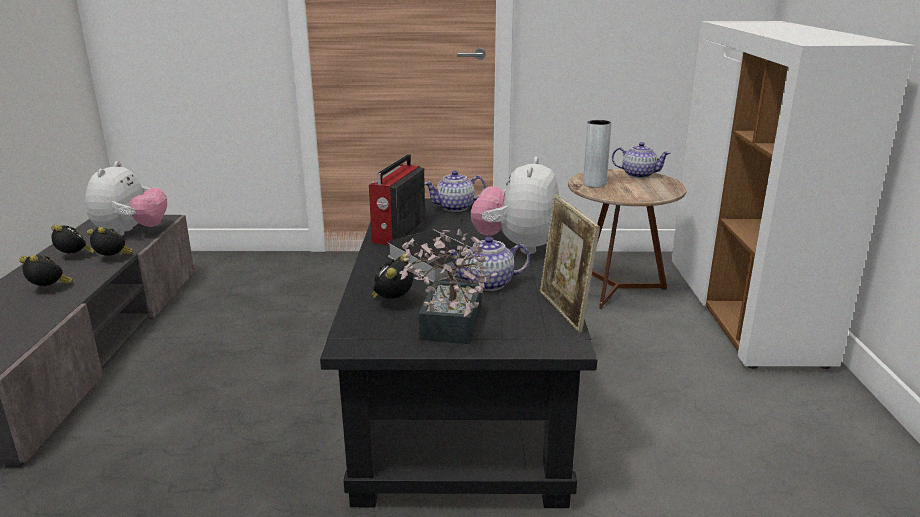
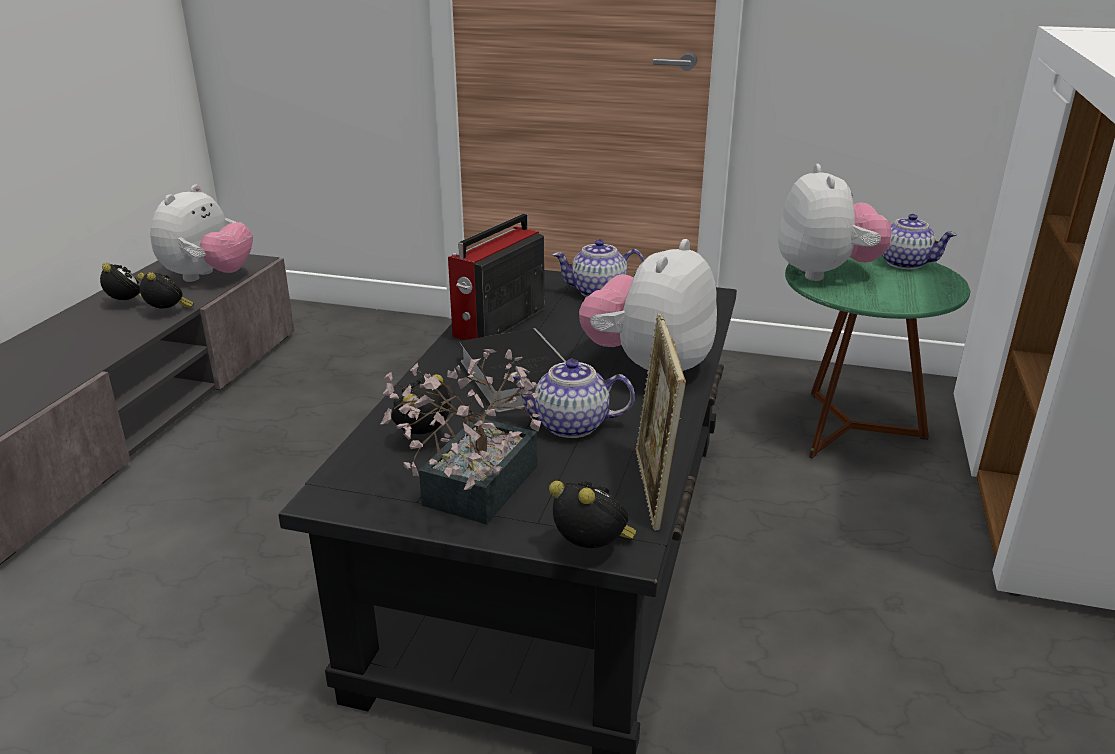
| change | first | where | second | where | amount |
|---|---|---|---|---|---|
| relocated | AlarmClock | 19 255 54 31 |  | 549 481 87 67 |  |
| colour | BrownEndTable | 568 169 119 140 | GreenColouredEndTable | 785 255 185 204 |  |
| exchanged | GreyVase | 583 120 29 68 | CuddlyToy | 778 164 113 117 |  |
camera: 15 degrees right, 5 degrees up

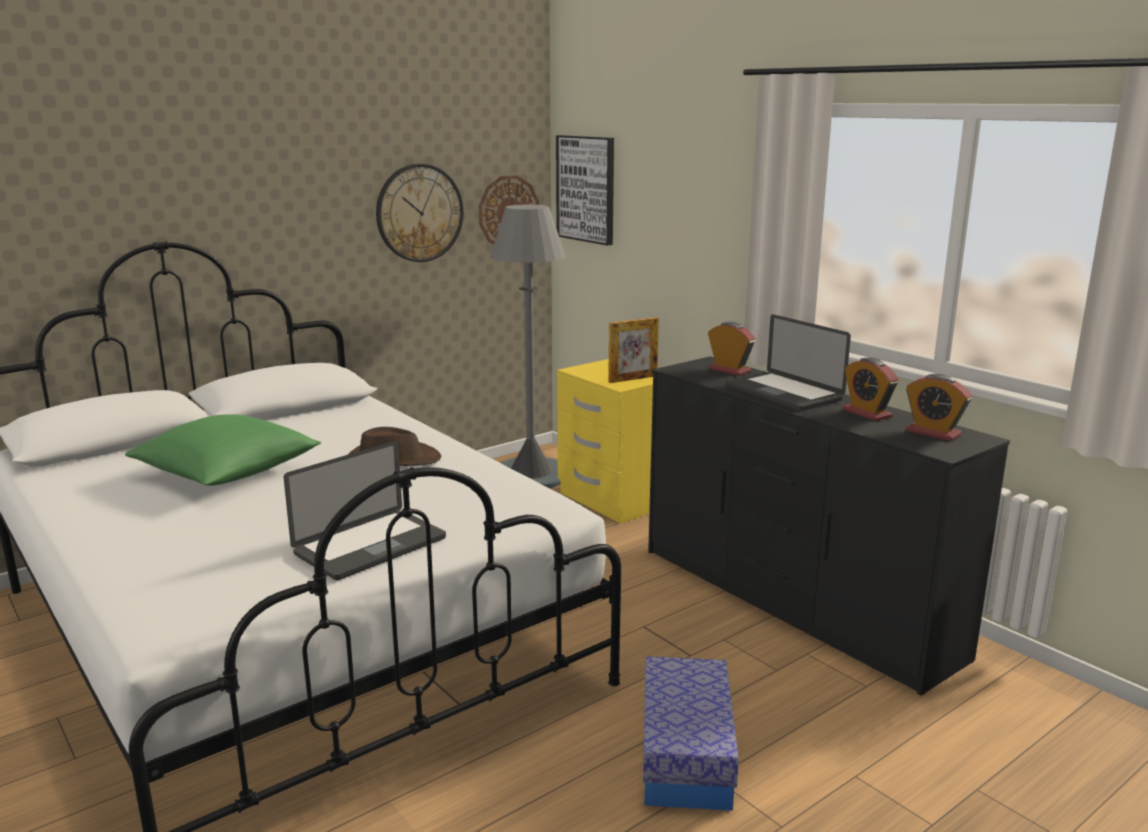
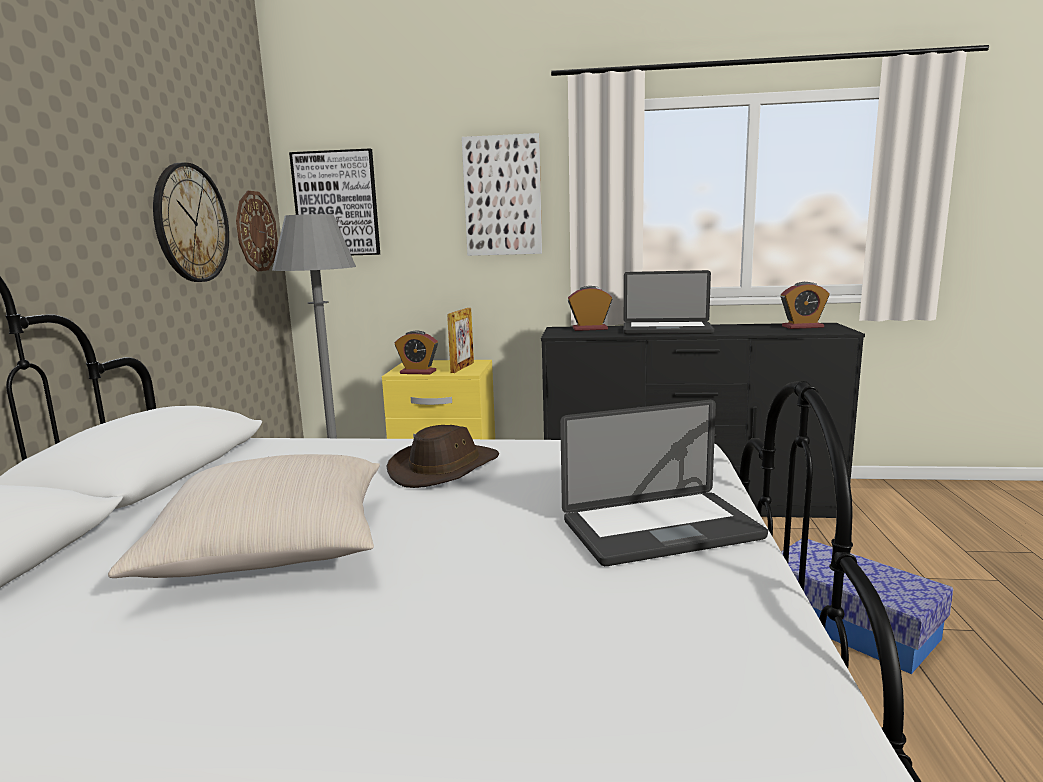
| change | first | where | second | where | amount |
|---|---|---|---|---|---|
| colour | GreenColouredThrowPillow | 125 414 196 72 | BeigeThrowPillow | 108 454 272 124 |  |
| spun | Laptop | 284 441 162 140 |  | 560 400 208 166 | 75 degrees clockwise |
| relocated | AlarmClock | 843 357 56 64 |  | 395 330 43 44 |  |
| appeared |  |  | Picture | 462 133 80 123 |  |
camera: 45 degrees left, 5 degrees down

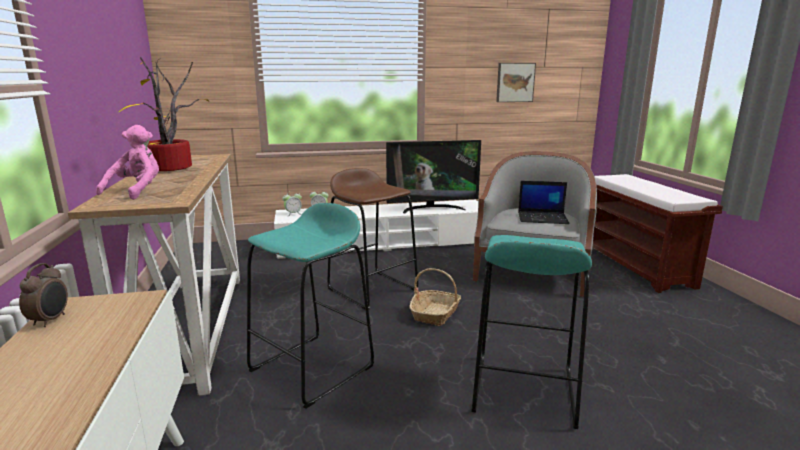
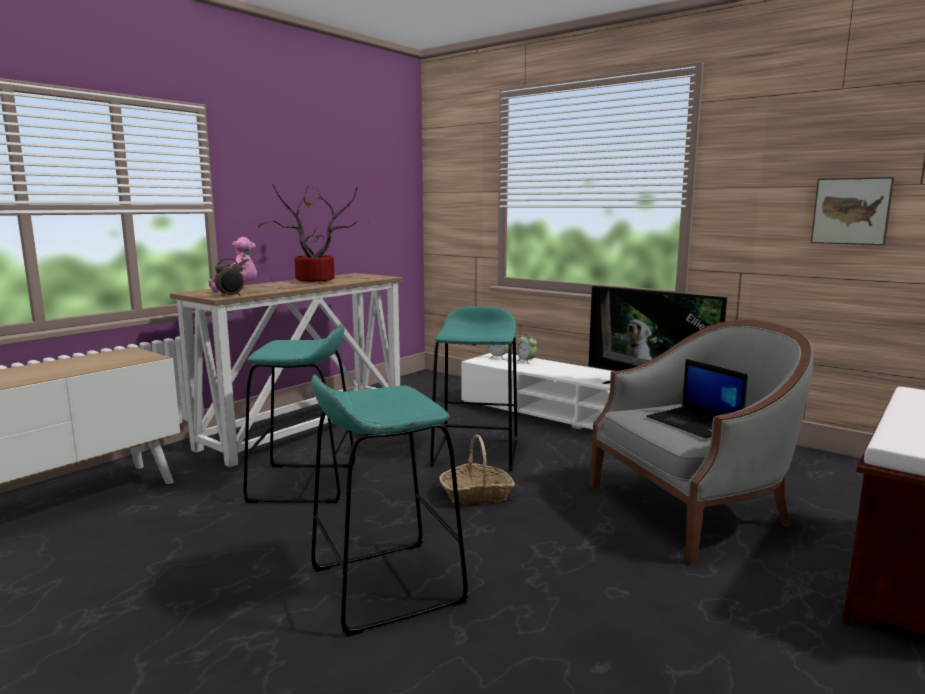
| change | first | where | second | where | amount |
|---|---|---|---|---|---|
| relocated | AlarmClock | 19 263 49 64 |  | 215 258 29 39 |  |
| colour | BrownStoolSeat | 327 168 92 141 | TurquoiseStoolSeat | 430 306 88 165 |  |
camera: 50 degrees right, 5 degrees down

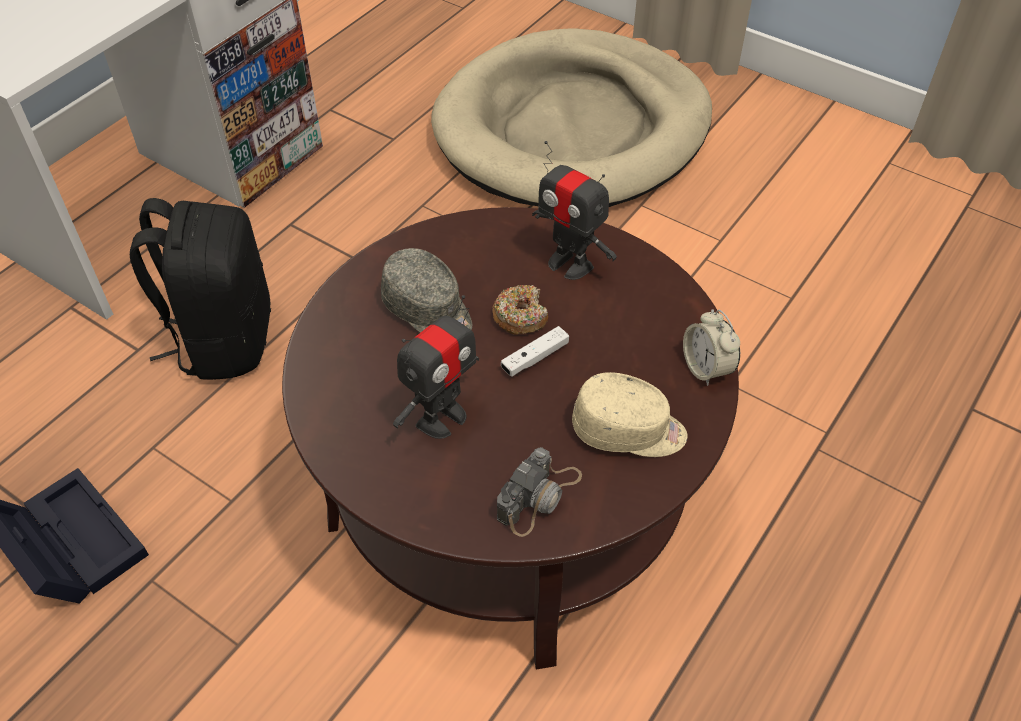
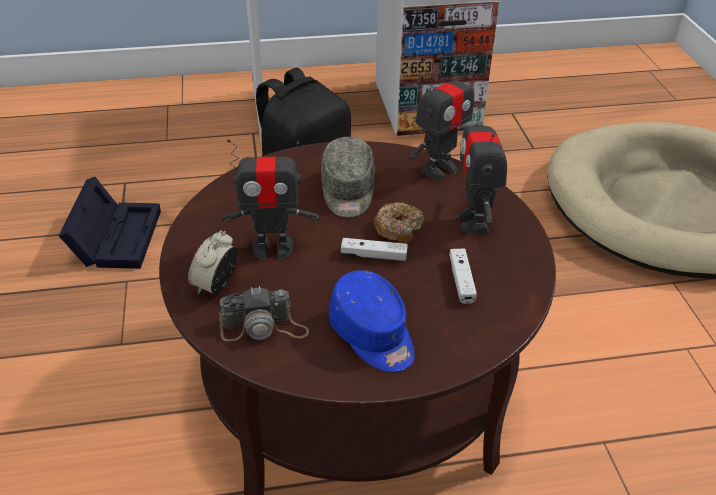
| change | first | where | second | where | amount |
|---|---|---|---|---|---|
| colour | BeigeBaseballCap | 572 372 116 85 | BlueBaseballCap | 329 270 86 102 |  |
| relocated | AlarmClock | 683 310 57 76 |  | 188 231 50 64 |  |
| appeared |  |  | ModelRobot | 409 61 65 119 |  |
| appeared |  |  | WhiteGameController | 449 249 28 55 |  |
camera: 45 degrees right, 10 degrees down

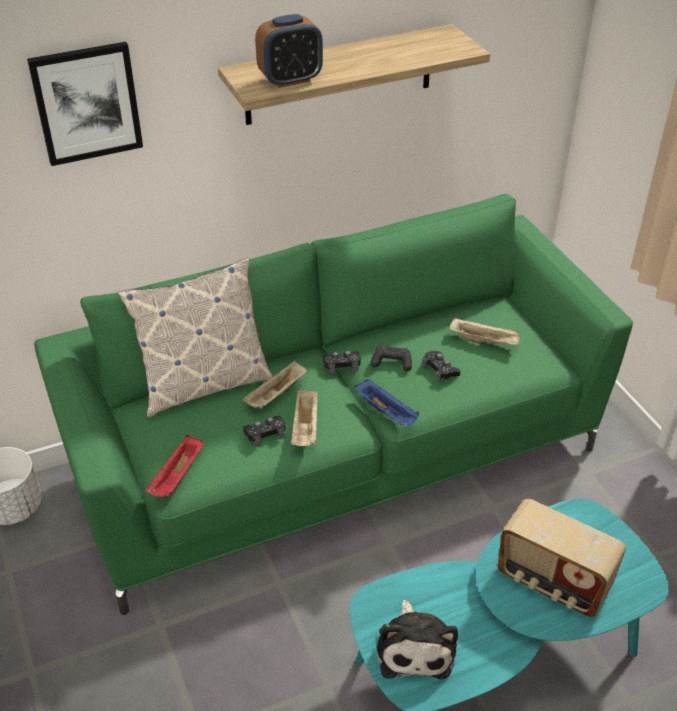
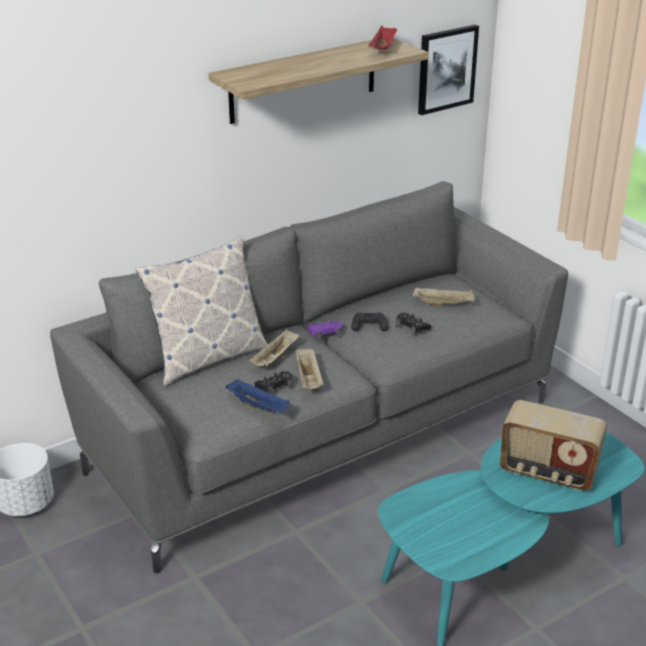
| change | first | where | second | where | amount |
|---|---|---|---|---|---|
| relocated | Picture | 27 42 116 124 |  | 418 25 61 90 |  |
| colour | GreenColouredCouch | 34 193 599 422 | GreyCouch | 50 181 518 392 |  |
| relocated | RedColouredTray | 145 435 59 62 |  | 368 26 29 24 |  |
| missing | AlarmClock | 255 14 68 74 |  |  |  |
| colour | BlackColouredGameController | 323 351 38 23 | PurplishGameController | 308 319 34 21 |  |
| relocated | BlueTray | 354 379 65 49 |  | 225 379 65 35 |  |
| missing | CuddlyToy | 377 600 81 79 |  |  |  |
camera: 10 degrees left, 10 degrees down

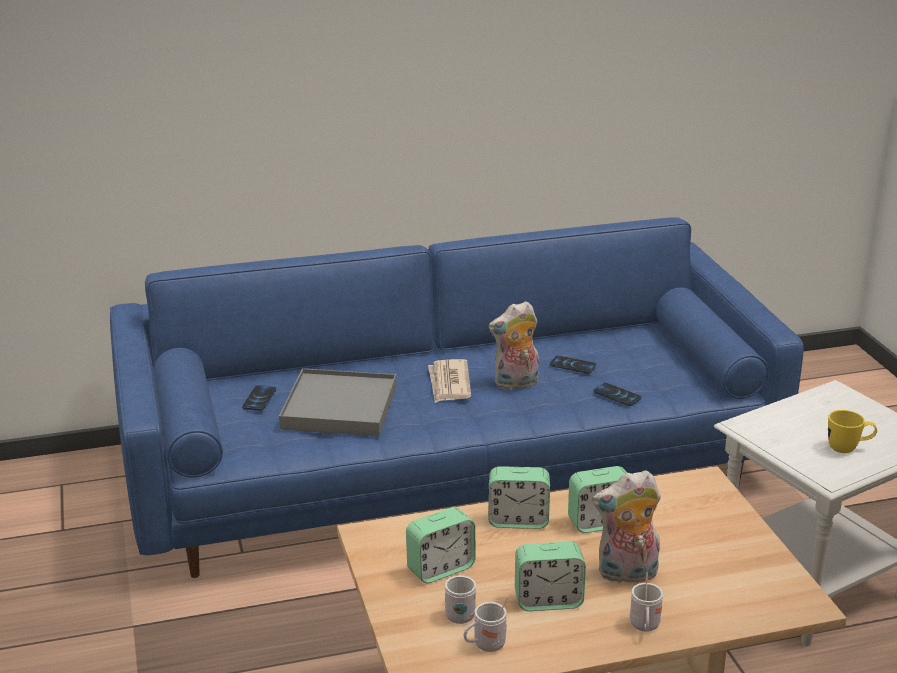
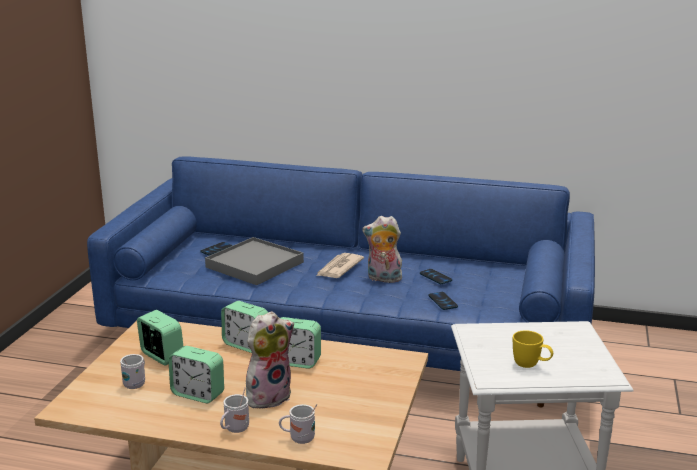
| change | first | where | second | where | amount |
|---|---|---|---|---|---|
| spun | AlarmClock | 406 507 70 76 |  | 137 310 46 55 | 135 degrees counterclockwise |
| relocated | WhiteMug | 464 598 44 54 |  | 279 404 38 40 |  |
| spun | CuddlyToy | 592 470 69 113 |  | 246 311 48 98 | 120 degrees clockwise |
camera: 30 degrees right, 5 degrees down

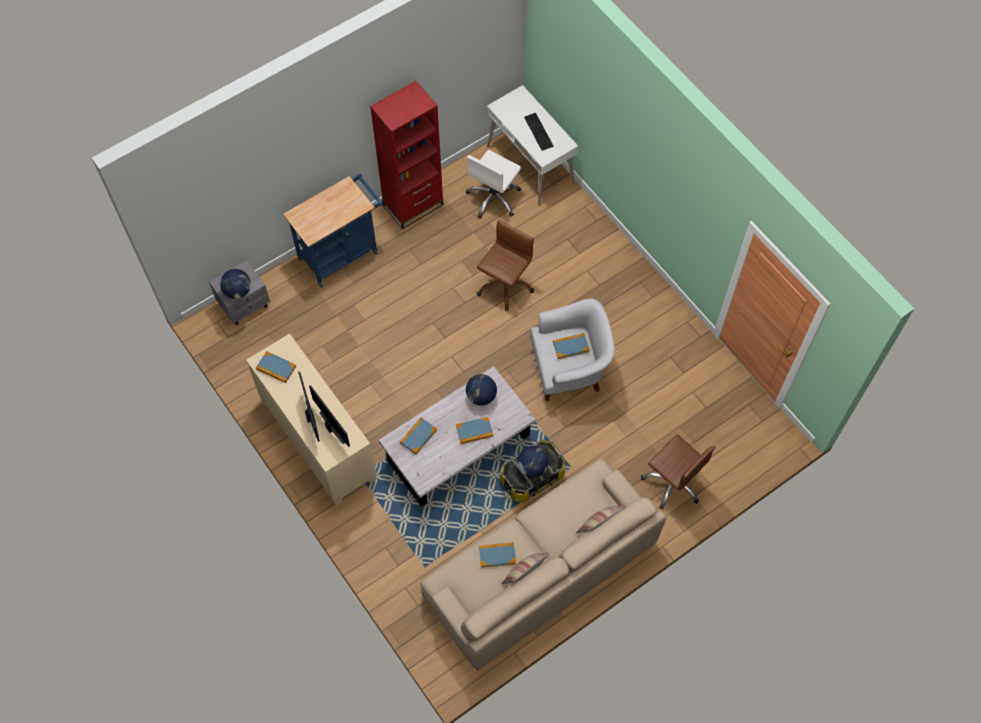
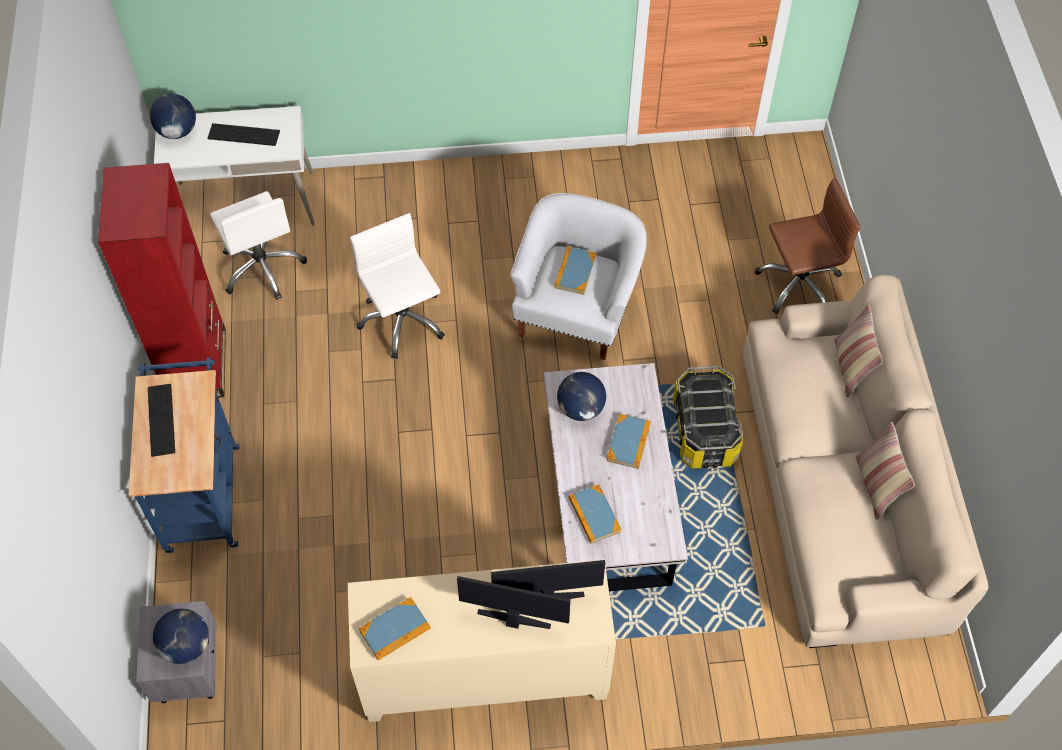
| change | first | where | second | where | amount |
|---|---|---|---|---|---|
| colour | BrownDeskChair | 477 220 57 91 | WhiteDeskChair | 350 213 95 146 |  |
| missing | BoundBook | 479 542 37 26 |  |  |  |
| relocated | Globe | 517 446 32 32 |  | 150 94 46 45 |  |
| appeared |  |  | ComputerKeyboard | 148 384 27 73 |  |
camera: 60 degrees left, 5 degrees down

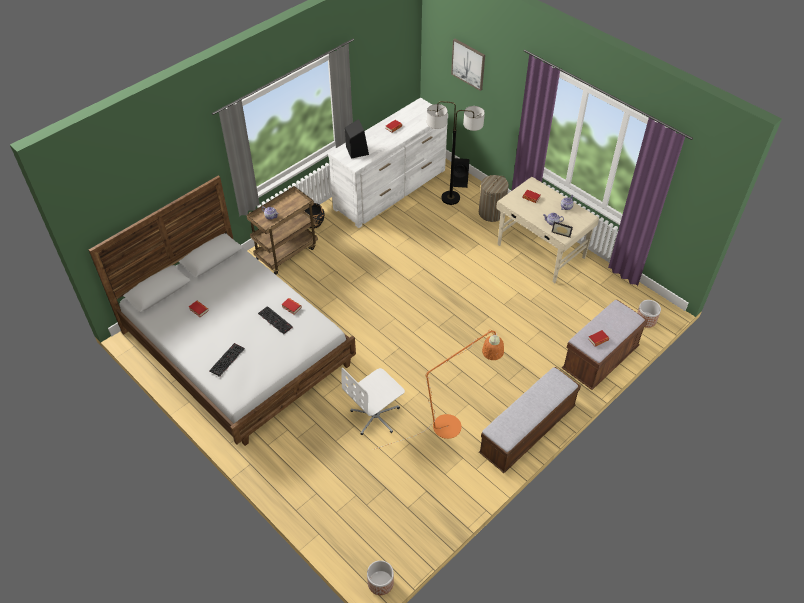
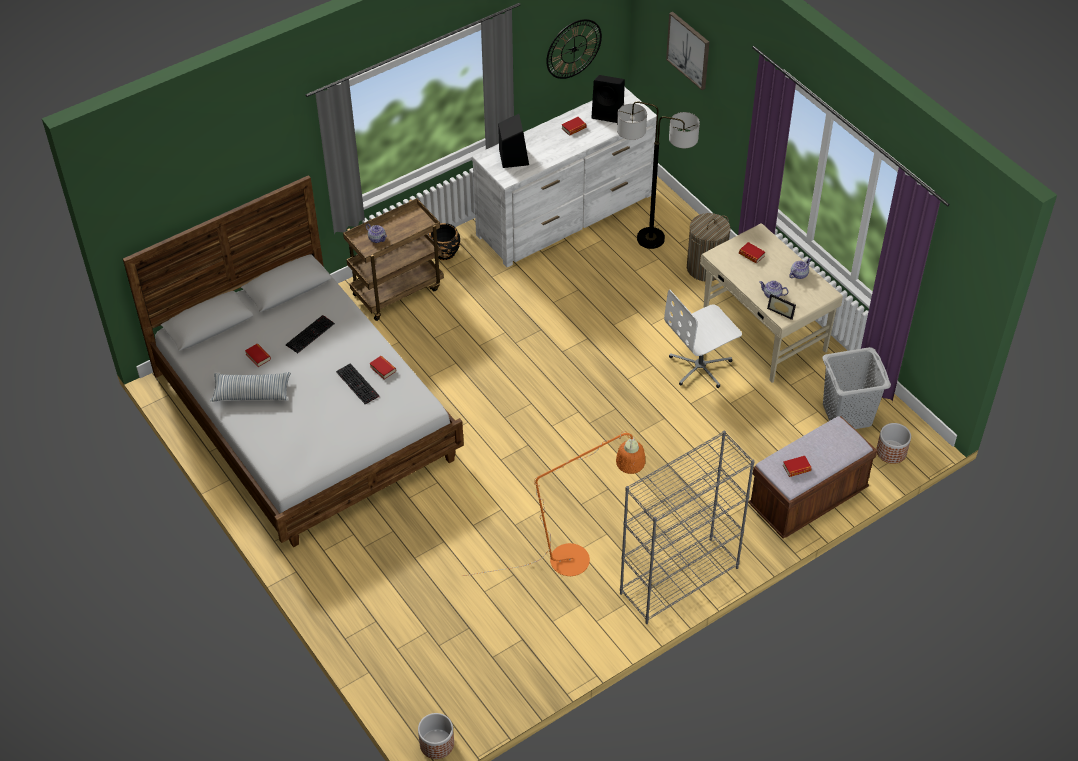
| change | first | where | second | where | amount |
|---|---|---|---|---|---|
| relocated | ComputerKeyboard | 209 343 36 34 |  | 286 315 49 38 |  |
| relocated | WhiteDeskChair | 341 368 64 67 |  | 664 290 78 98 |  |
| relocated | BlackColouredAudioSpeaker | 453 158 16 30 |  | 591 75 34 48 |  |
| exchanged | IndoorBench | 479 367 102 106 | GreyBookshelf | 620 431 135 193 |  |
| appeared |  |  | ThrowPillow | 211 372 80 30 |  |
| appeared |  |  | WallClock | 546 19 56 60 |  |
| appeared |  |  | GreyHamper | 822 347 69 82 |  |
camera: 10 degrees right, 0 degrees up

